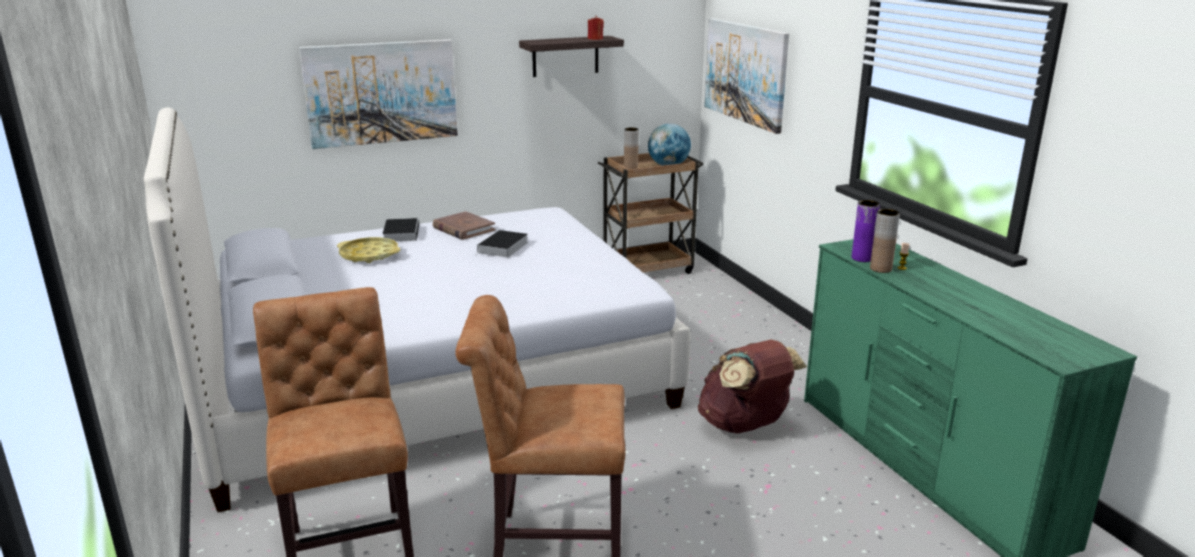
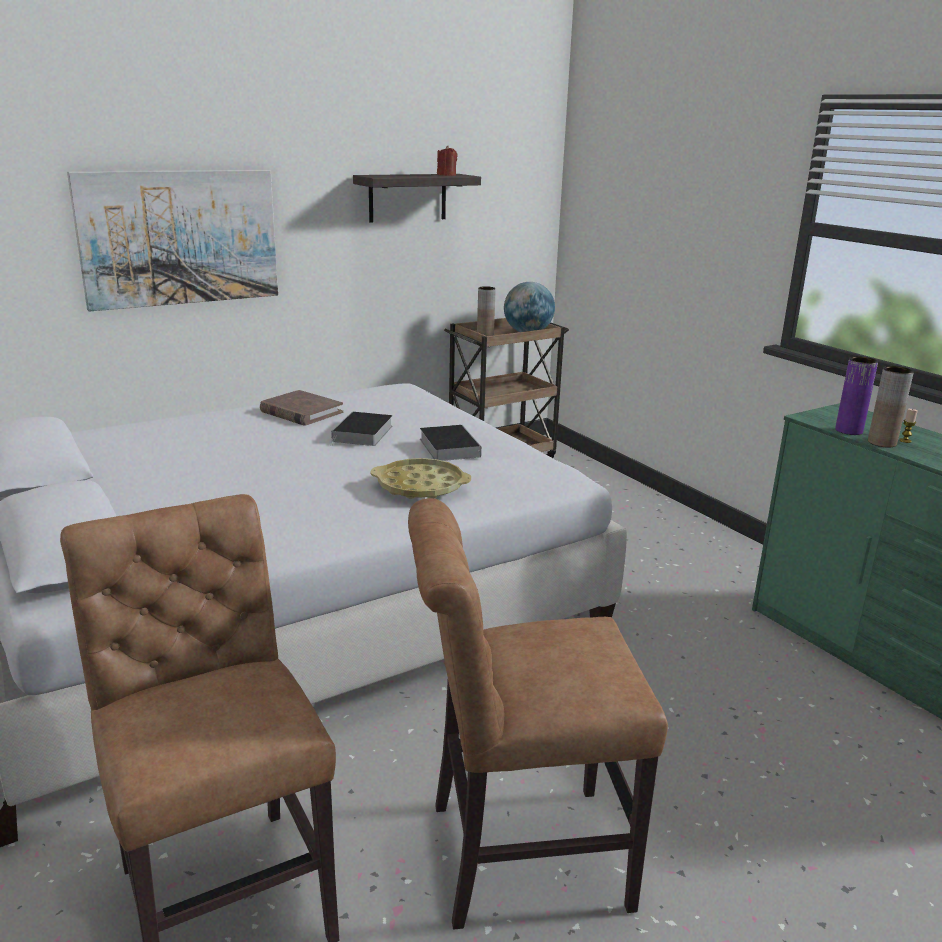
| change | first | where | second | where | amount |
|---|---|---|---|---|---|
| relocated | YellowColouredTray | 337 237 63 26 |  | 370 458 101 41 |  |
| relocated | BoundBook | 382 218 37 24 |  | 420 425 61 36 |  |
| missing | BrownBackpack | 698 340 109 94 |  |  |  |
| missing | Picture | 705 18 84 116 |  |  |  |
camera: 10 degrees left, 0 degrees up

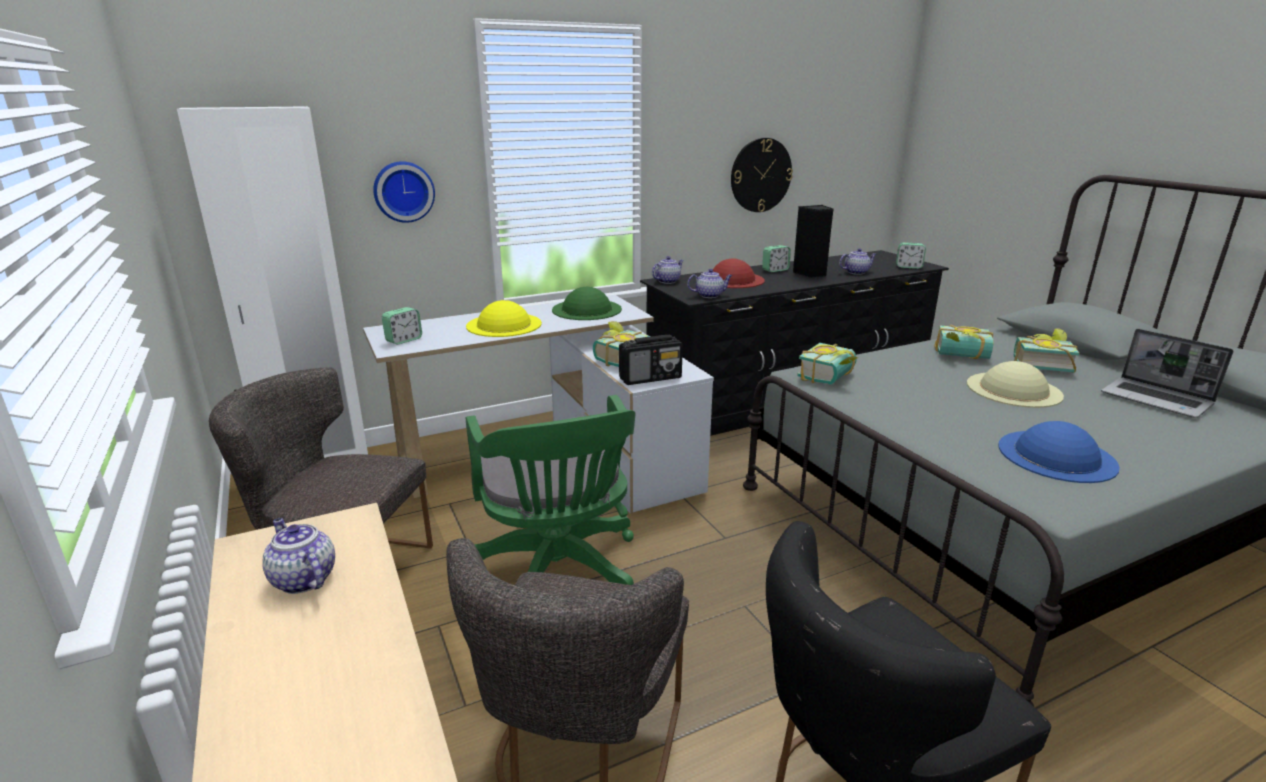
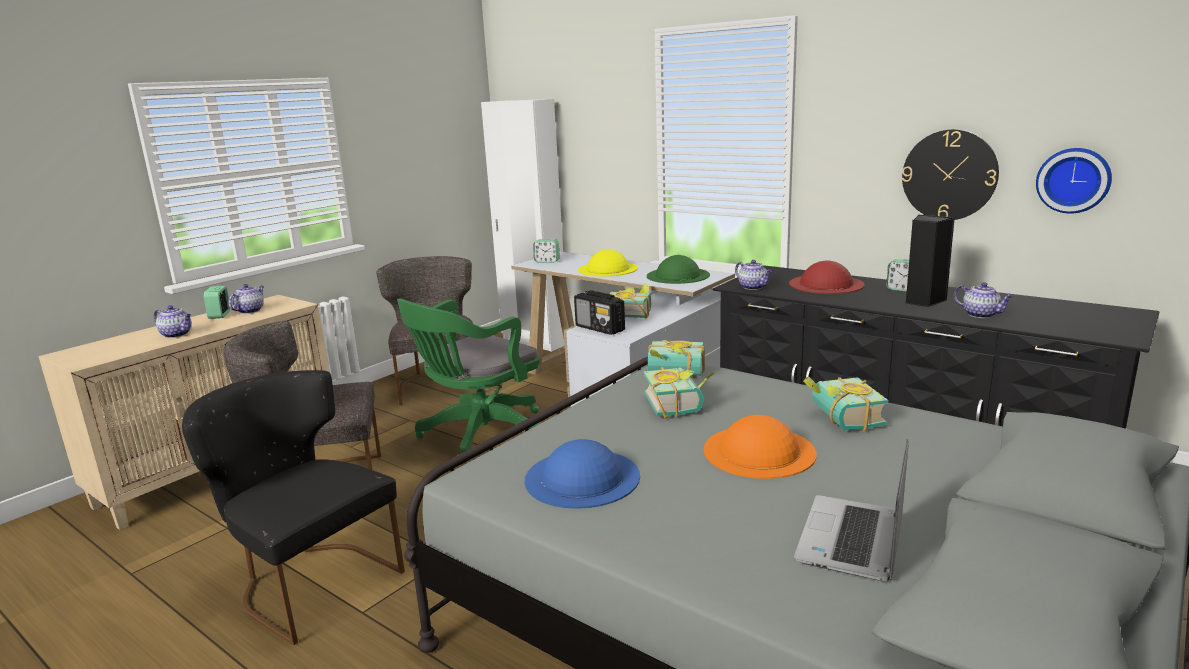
| change | first | where | second | where | amount |
|---|---|---|---|---|---|
| relocated | WallClock | 373 161 62 62 |  | 1036 148 76 66 |  |
| relocated | TeaPot | 652 256 32 28 |  | 154 305 38 33 |  |
| relocated | AlarmClock | 896 243 30 26 |  | 204 286 26 33 |  |
| colour | BeigeClothingHat | 967 361 97 47 | OrangeyClothingHat | 704 415 113 64 |  |
| relocated | BoundBook | 1014 328 65 45 |  | 644 367 71 52 |  |
camera: 65 degrees right, 5 degrees down

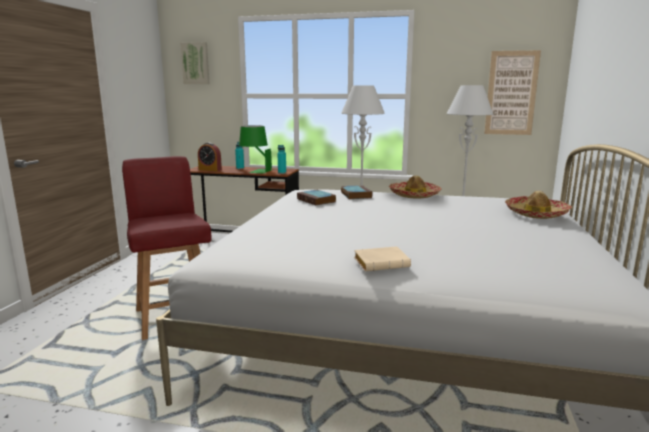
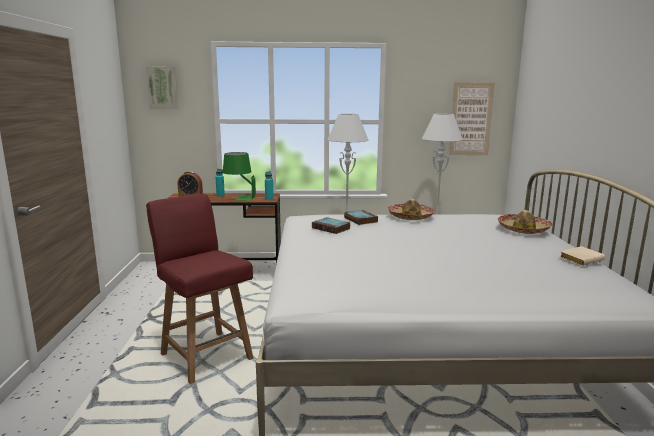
| change | first | where | second | where | amount |
|---|---|---|---|---|---|
| relocated | BeigeBoundBook | 354 246 57 25 |  | 559 246 46 20 |  |
camera: 15 degrees left, 0 degrees up

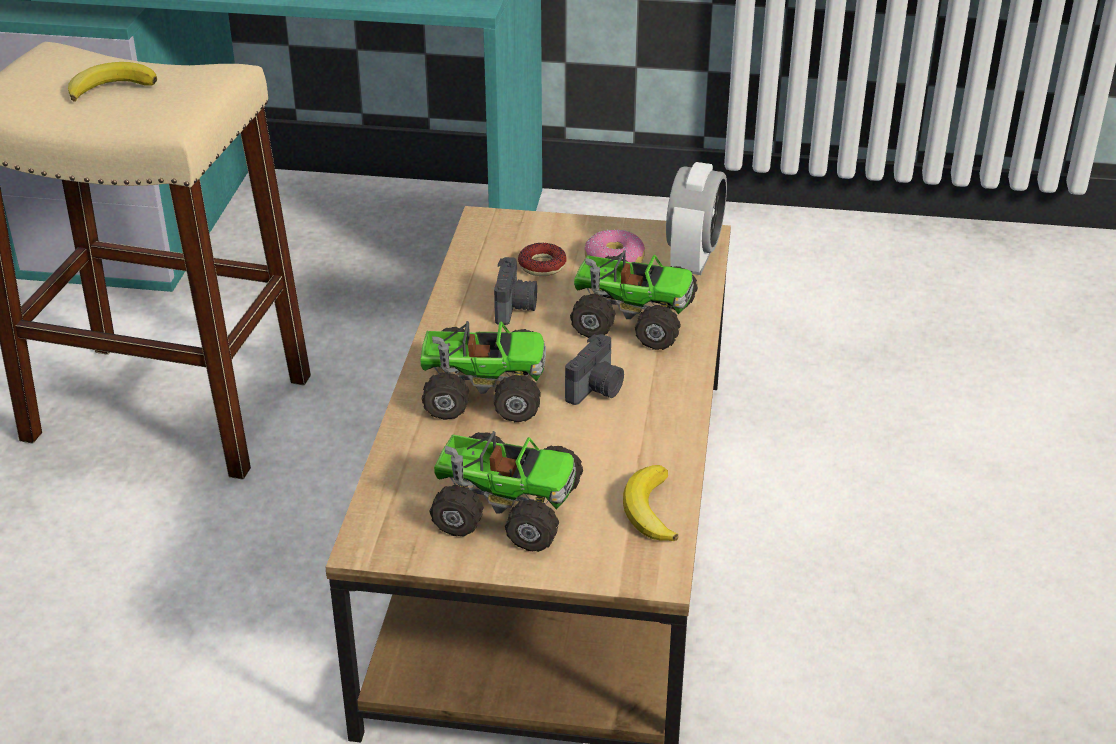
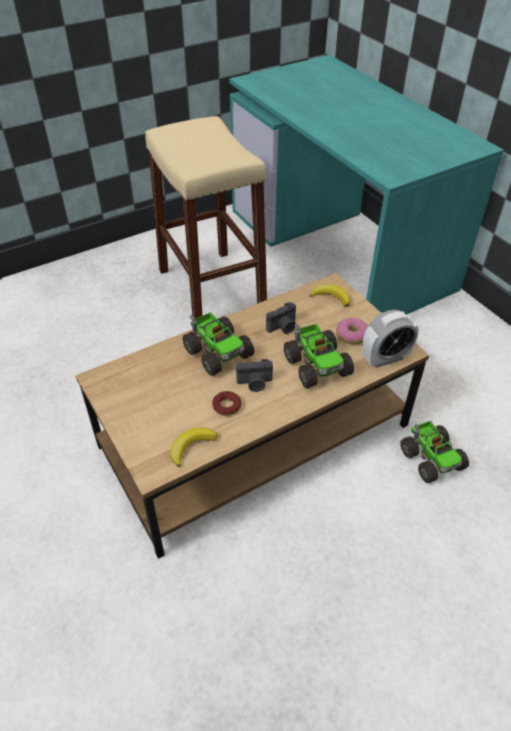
| change | first | where | second | where | amount |
|---|---|---|---|---|---|
| relocated | WholeBanana | 68 62 89 40 |  | 310 284 40 23 |  |
| relocated | ToyTruck | 429 431 154 121 |  | 400 421 69 62 |  |
| relocated | Doughnut | 518 243 49 33 |  | 212 391 29 25 |  |
camera: 50 degrees right, 10 degrees up

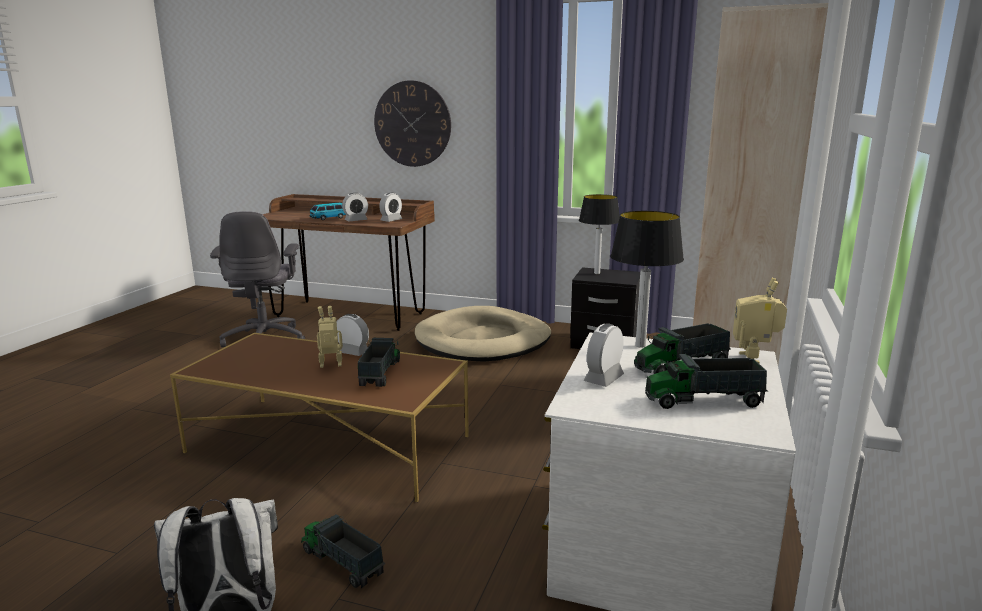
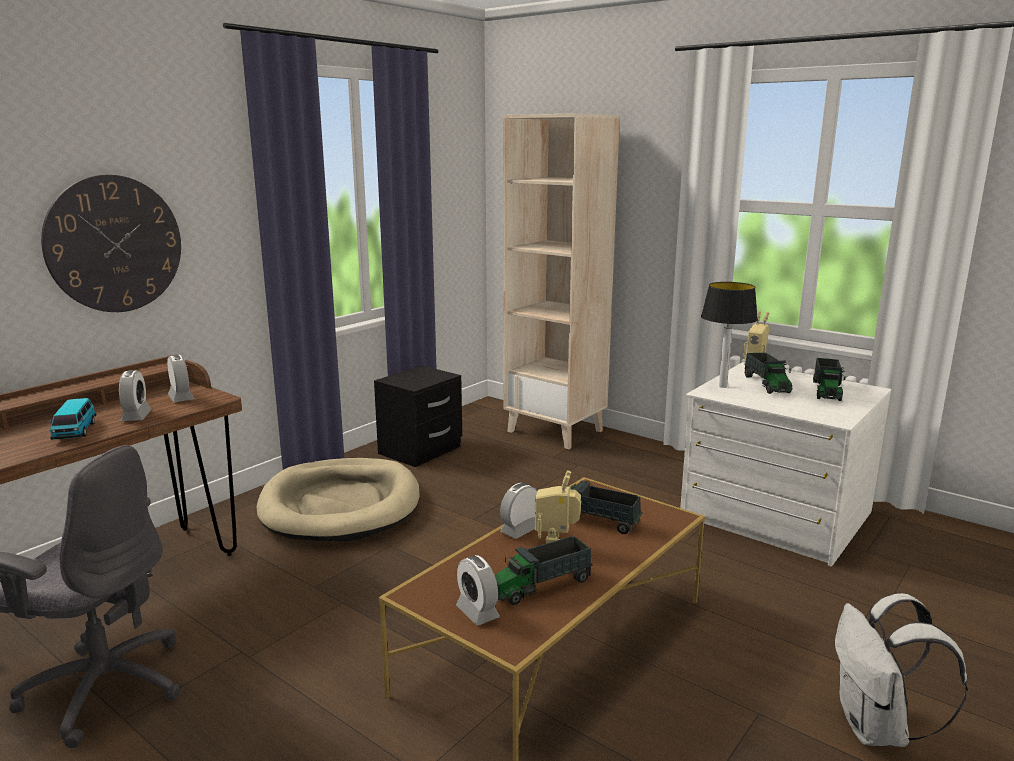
| change | first | where | second | where | amount |
|---|---|---|---|---|---|
| relocated | ToyTruck | 301 515 84 73 |  | 495 536 98 69 |  |
| missing | LampForATable | 579 194 41 80 |  |  |  |
| relocated | AlarmClock | 584 323 40 64 |  | 456 555 44 70 |  |
camera: 70 degrees left, 0 degrees up

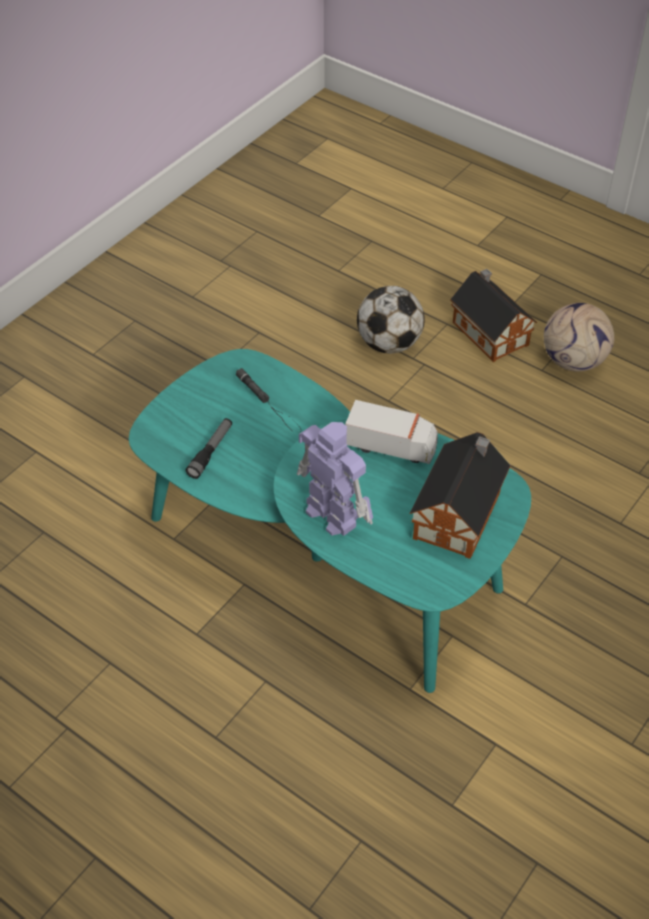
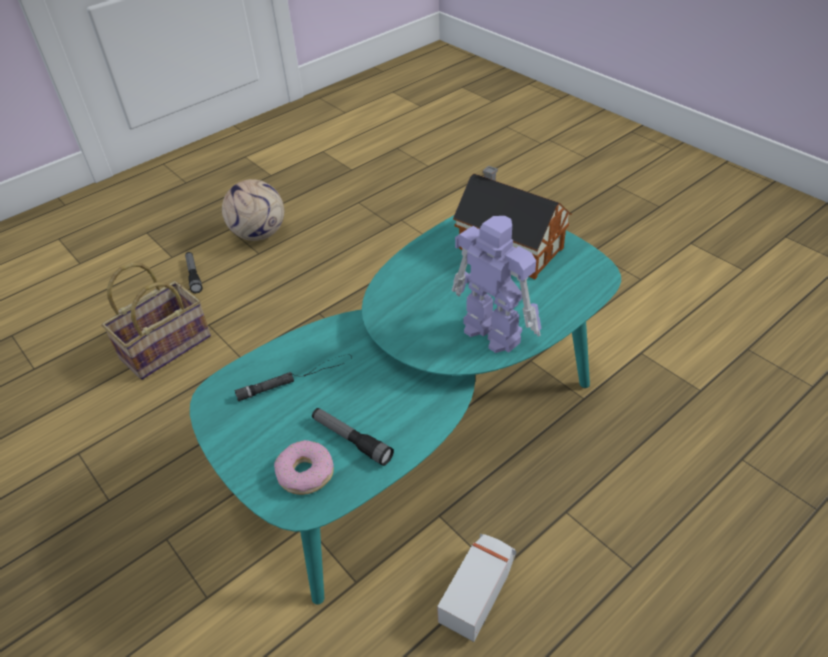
| change | first | where | second | where | amount |
|---|---|---|---|---|---|
| spun | ModelRobot | 297 422 76 114 |  | 452 216 89 137 | 75 degrees clockwise |
| relocated | ToyTruck | 345 400 93 64 |  | 437 534 79 108 |  |
| exchanged | Football | 357 286 67 67 | HouseholdBasket | 101 263 110 117 |  |
| exchanged | ToyHouse | 450 269 87 93 | Flashlight | 185 252 18 41 |  |
| appeared |  |  | Doughnut | 274 440 60 55 |  |
camera: 75 degrees left, 5 degrees down

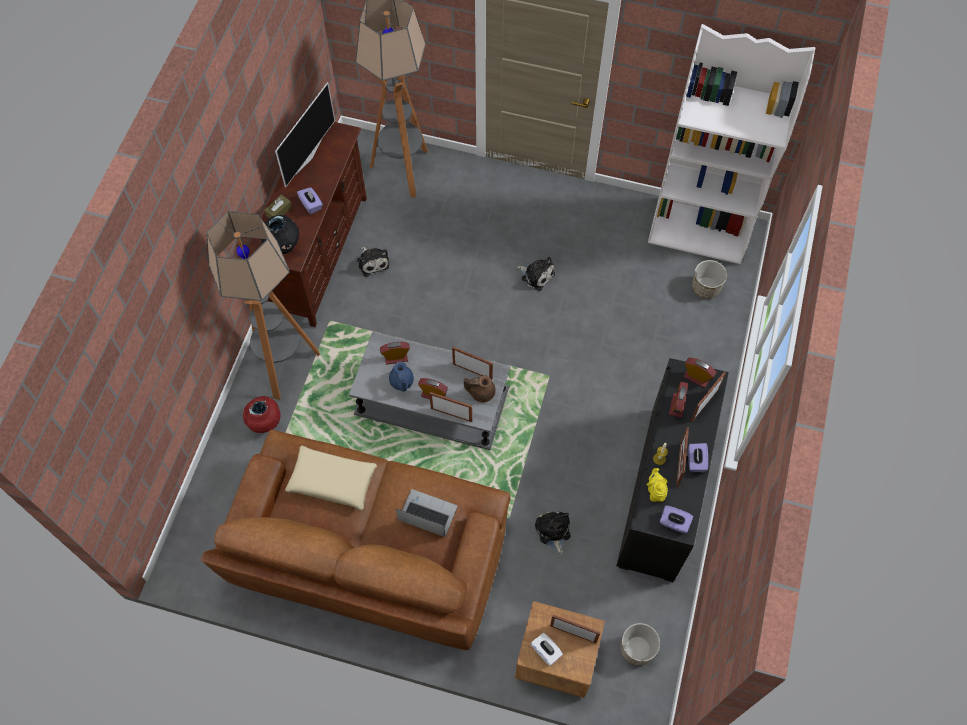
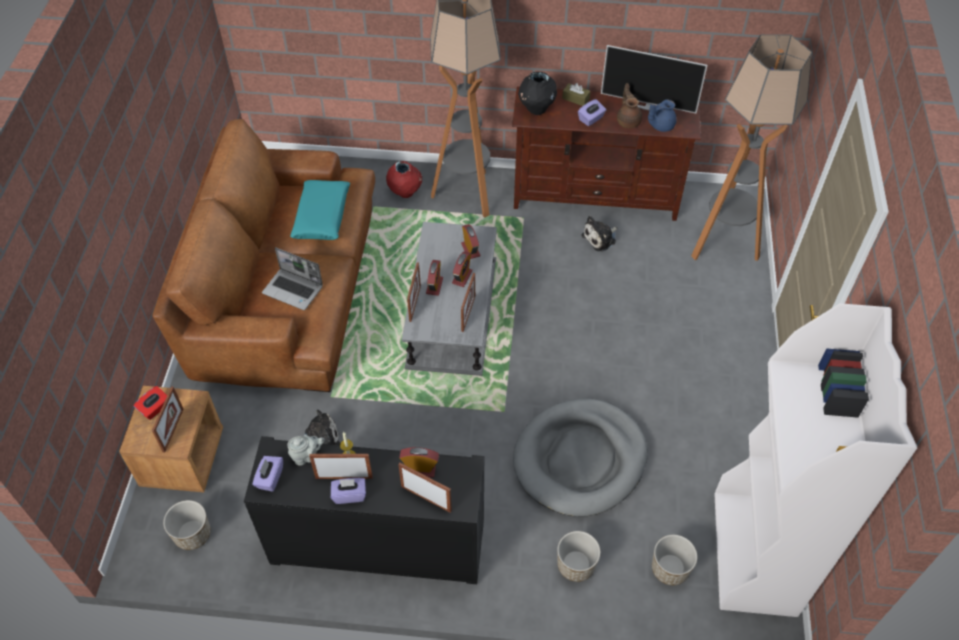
| change | first | where | second | where | amount |
|---|---|---|---|---|---|
| colour | BeigeThrowPillow | 285 446 92 64 | TurquoiseThrowPillow | 290 180 60 60 |  |
| relocated | BlueTeaPot | 389 361 25 30 |  | 648 99 29 33 |  |
| spun | Laptop | 396 489 61 48 |  | 262 247 61 63 | 105 degrees clockwise |
| relocated | BrownTeaPot | 464 375 32 27 |  | 617 83 25 45 |  |
| missing | CuddlyToy | 517 257 38 34 |  |  |  |
| colour | WhiteTissueBox | 531 633 32 33 | RedColouredTissueBox | 134 386 33 34 |  |
| colour | YellowColouredTeaPot | 647 468 21 34 | GreyTeaPot | 287 434 38 32 |  |
| relocated | AlarmClock | 683 357 33 31 |  | 452 251 20 36 |  |
| appeared |  |  | GreyDogBed | 513 398 134 118 |  |
| appeared |  |  | Planter | 557 531 43 51 |  |
camera: 80 degrees right, 10 degrees down

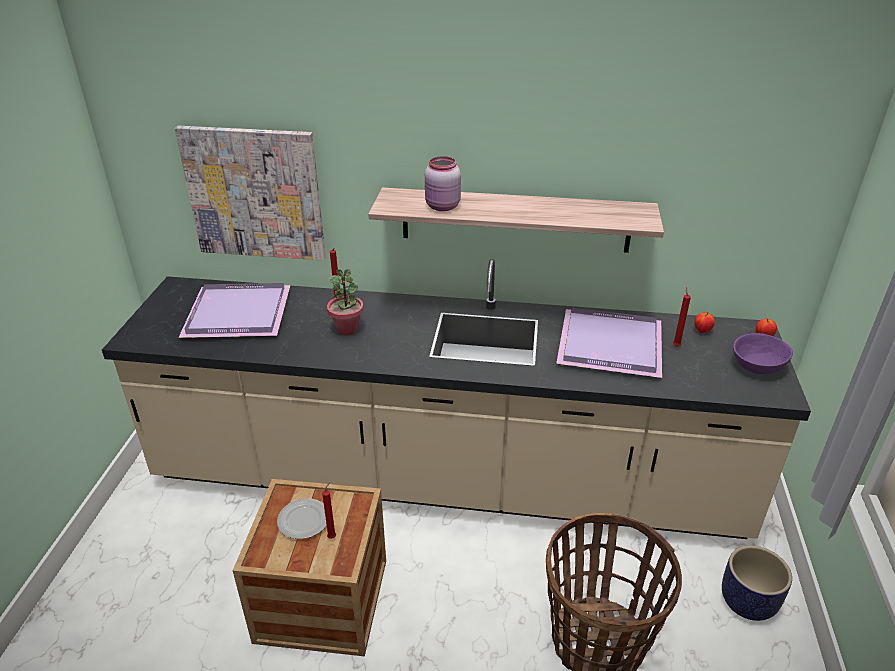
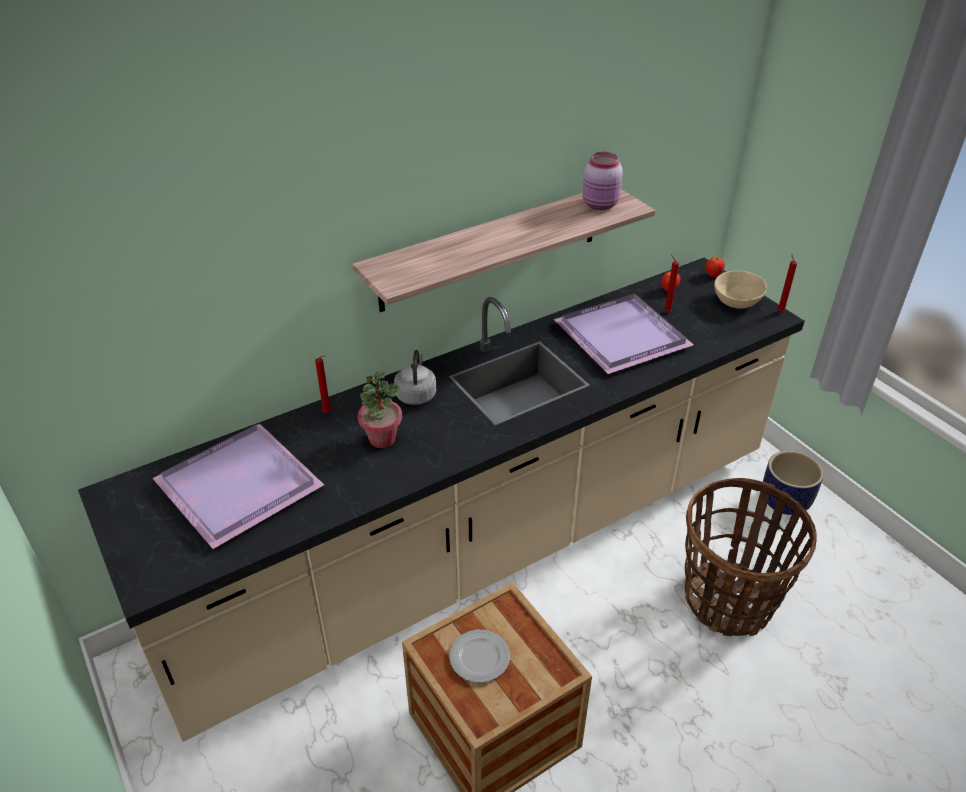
| change | first | where | second | where | amount |
|---|---|---|---|---|---|
| missing | Picture | 175 126 151 134 |  |  |  |
| relocated | RedColouredWaxLight | 322 482 14 57 |  | 777 254 20 58 |  |
| relocated | PinkColouredJar | 425 156 36 55 |  | 582 152 41 58 |  |
| colour | PurplishServingBowl | 733 333 60 41 | BeigeServingBowl | 714 271 53 38 |  |
| appeared |  |  | GreyTeaKettle | 394 350 42 55 |  |
camera: 40 degrees left, 5 degrees up

